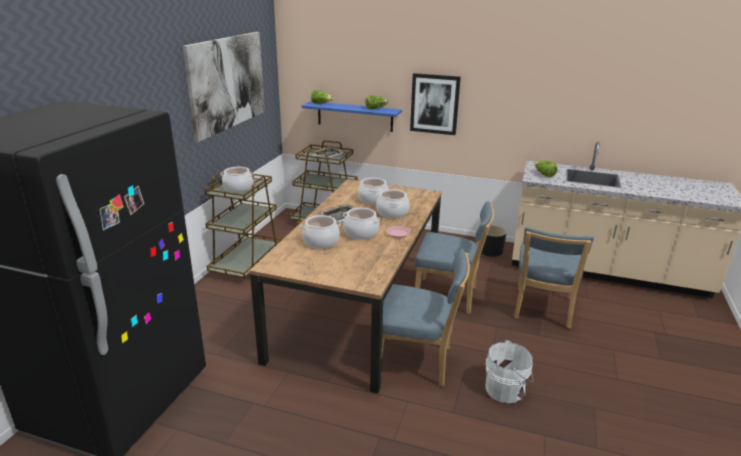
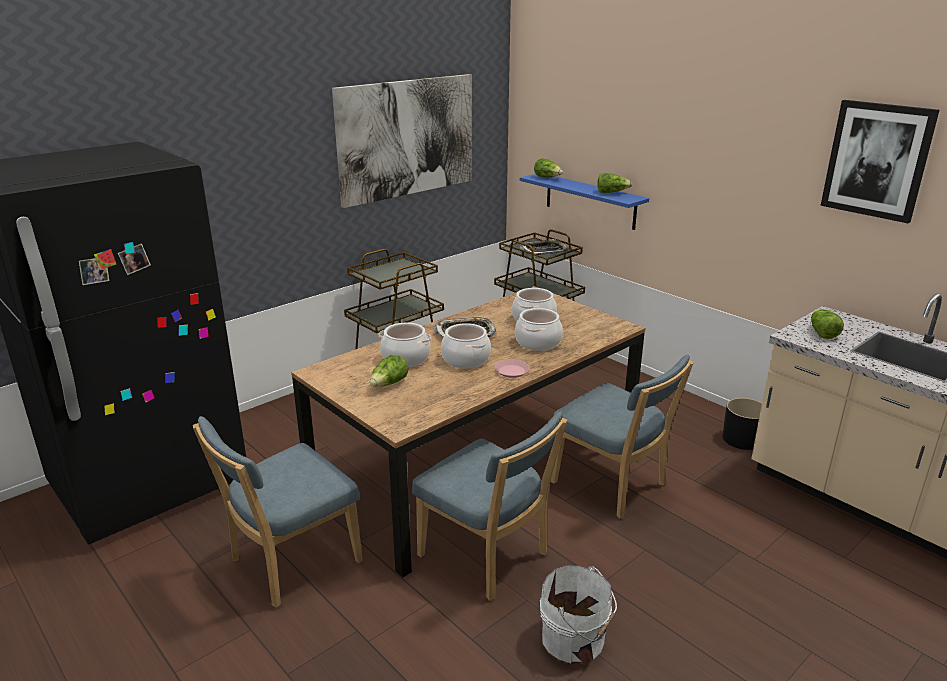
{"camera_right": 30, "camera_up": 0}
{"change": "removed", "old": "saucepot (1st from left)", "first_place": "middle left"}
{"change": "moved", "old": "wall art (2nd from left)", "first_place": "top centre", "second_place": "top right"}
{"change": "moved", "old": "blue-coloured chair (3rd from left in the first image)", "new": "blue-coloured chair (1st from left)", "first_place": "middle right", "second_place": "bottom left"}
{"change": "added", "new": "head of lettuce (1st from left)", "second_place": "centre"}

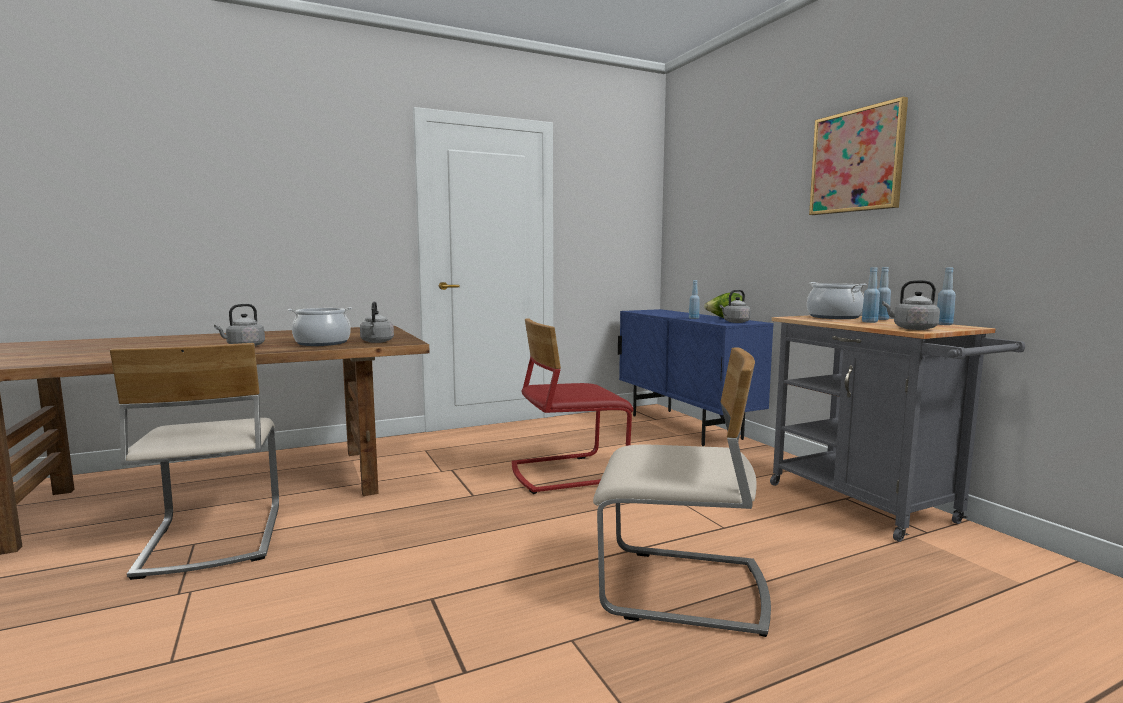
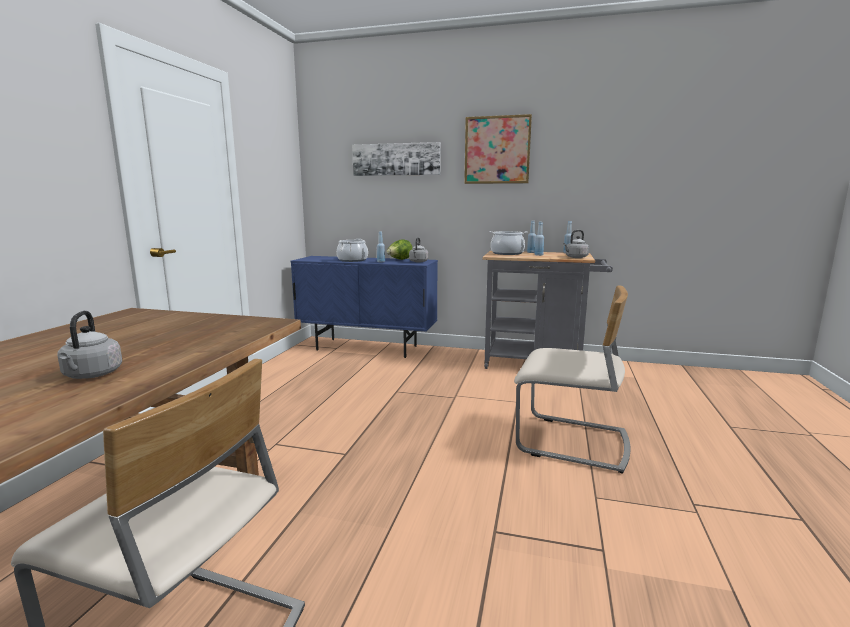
{"camera_right": -50, "camera_up": 5}
{"change": "moved", "old": "saucepot (1st from left)", "first_place": "middle left", "second_place": "centre"}
{"change": "removed", "old": "greyish water kettle (2nd from left)", "first_place": "centre"}
{"change": "removed", "old": "red chair", "first_place": "centre"}
{"change": "turned", "old": "beige chair (2nd from left)", "first_place": "bottom centre", "second_place": "middle right", "degrees": 60}
{"change": "added", "new": "wall art (1st from left)", "second_place": "top centre"}

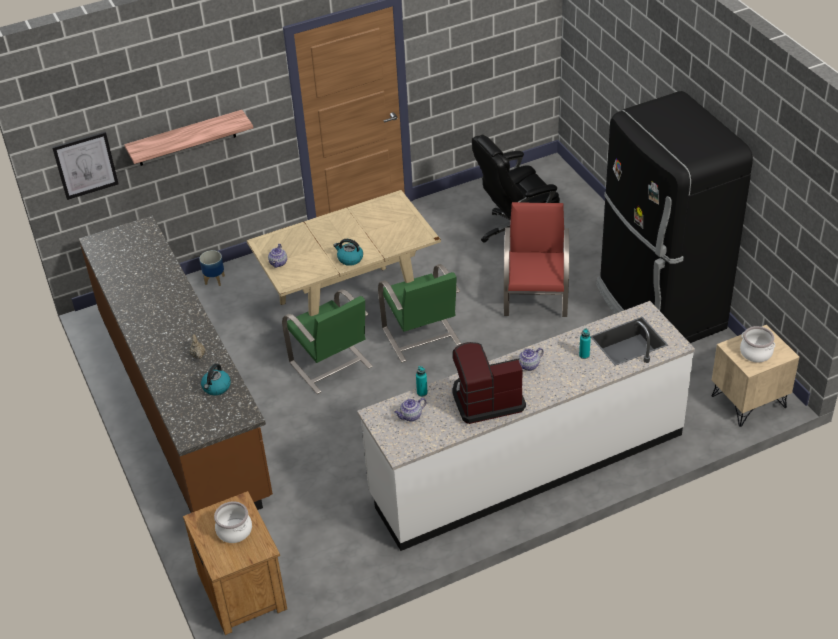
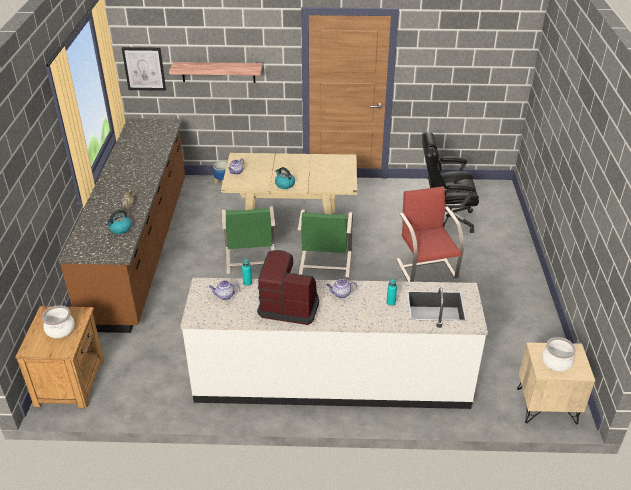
{"camera_right": 25, "camera_up": -5}
{"change": "turned", "old": "red chair", "first_place": "centre", "second_place": "middle right", "degrees": -45}
{"change": "removed", "old": "black refrigerator", "first_place": "middle right"}

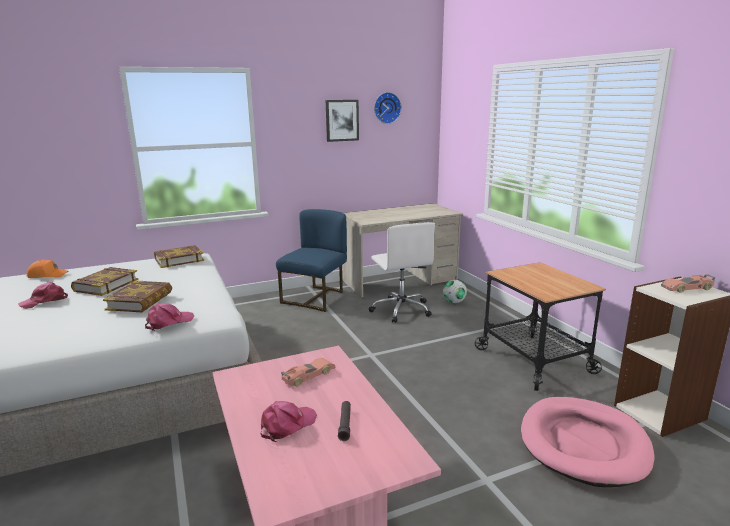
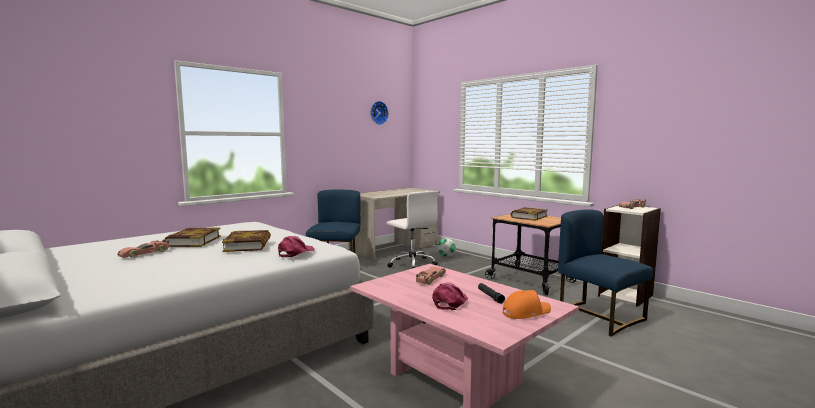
{"camera_right": -20, "camera_up": -10}
{"change": "replaced", "old": "pink baseball cap (1st from left)", "new": "miniature car (1st from left)", "first_place": "middle left", "second_place": "middle left"}
{"change": "moved", "old": "orange baseball cap", "first_place": "middle left", "second_place": "bottom centre"}
{"change": "moved", "old": "volume (3rd from left)", "first_place": "middle left", "second_place": "centre"}
{"change": "removed", "old": "wall art", "first_place": "top centre"}
{"change": "replaced", "old": "pink dog bed", "new": "blue-coloured chair (2nd from left)", "first_place": "bottom right", "second_place": "bottom right"}

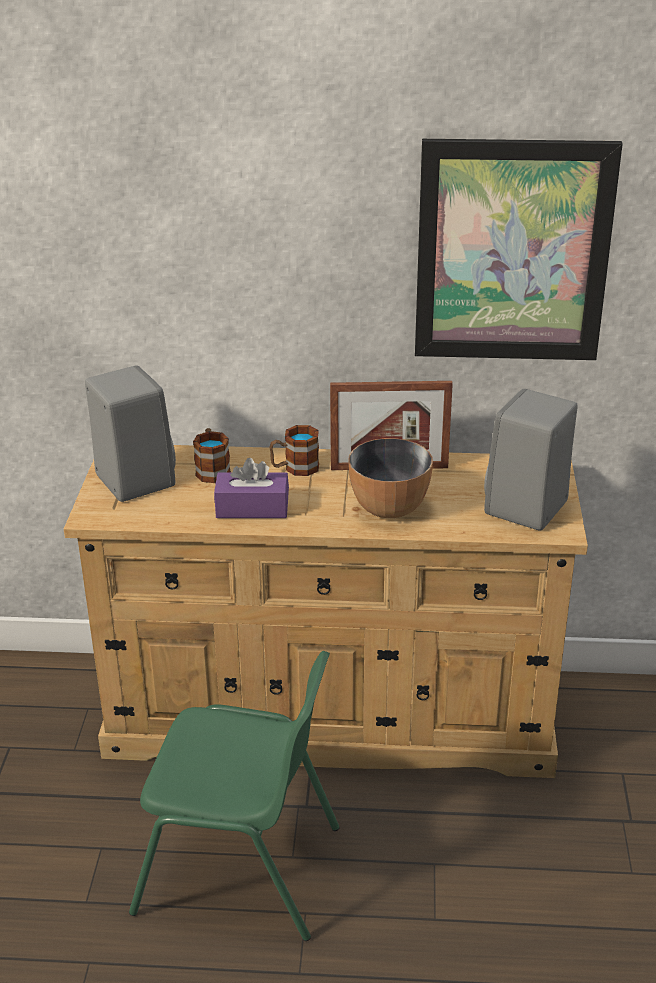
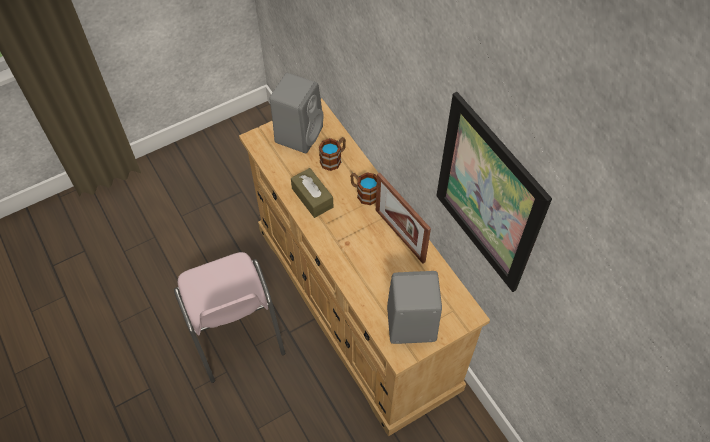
{"camera_right": 55, "camera_up": 25}
{"change": "recoloured", "old": "green chair", "new": "pink chair", "first_place": "bottom centre", "second_place": "bottom left"}
{"change": "recoloured", "old": "purple box of tissues", "new": "brownish box of tissues", "first_place": "centre", "second_place": "centre"}
{"change": "removed", "old": "deep dish", "first_place": "centre"}

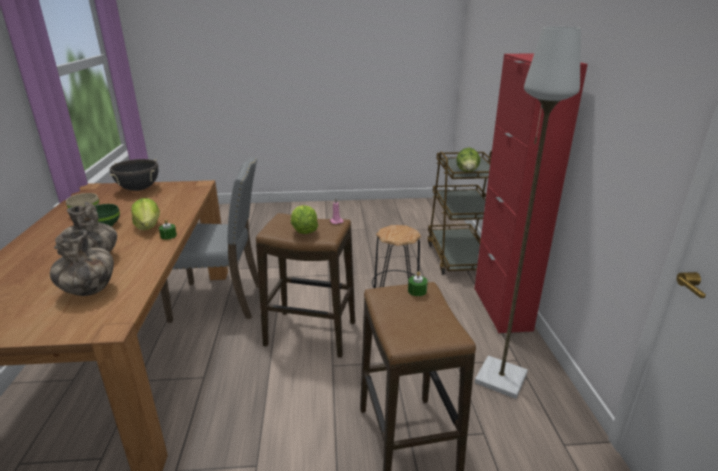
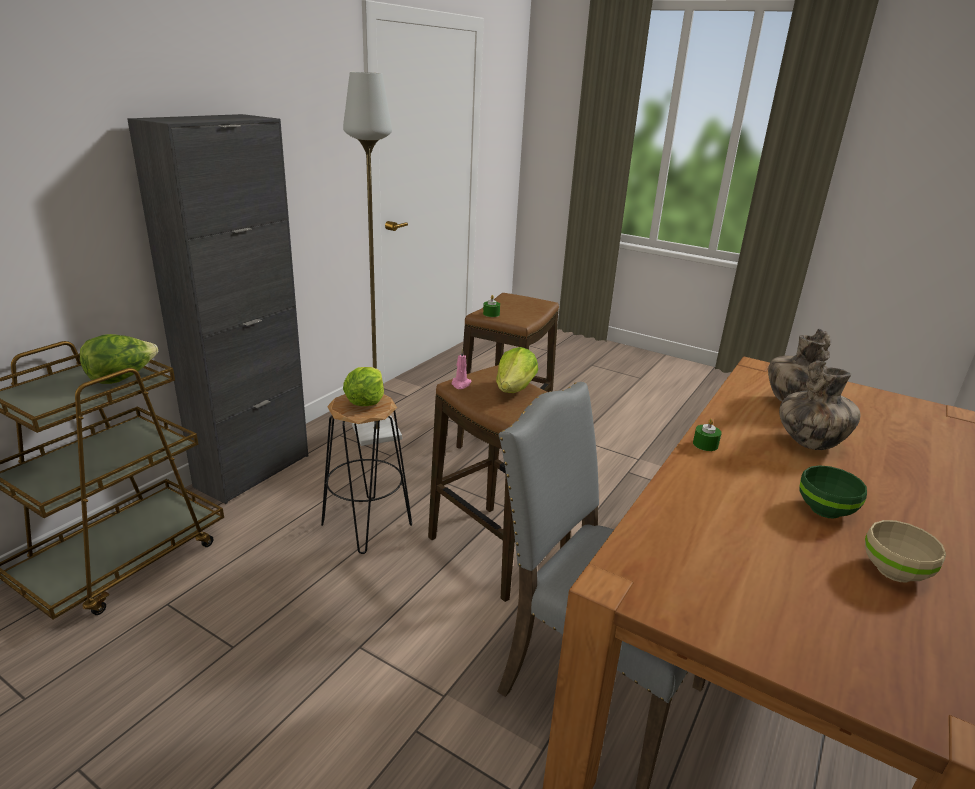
{"camera_right": -145, "camera_up": 0}
{"change": "removed", "old": "black saucepot", "first_place": "middle left"}
{"change": "moved", "old": "head of lettuce (1st from left in the first image)", "new": "head of lettuce (2nd from left)", "first_place": "middle left", "second_place": "centre"}
{"change": "recoloured", "old": "red cabinet", "new": "black cabinet", "first_place": "middle right", "second_place": "middle left"}

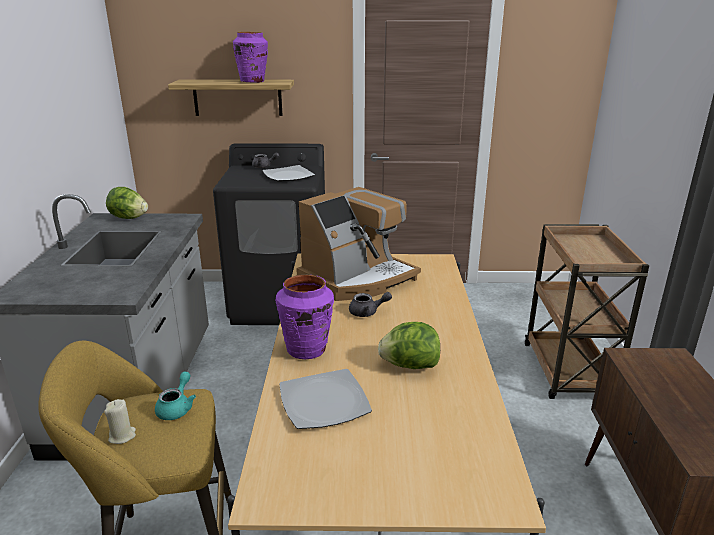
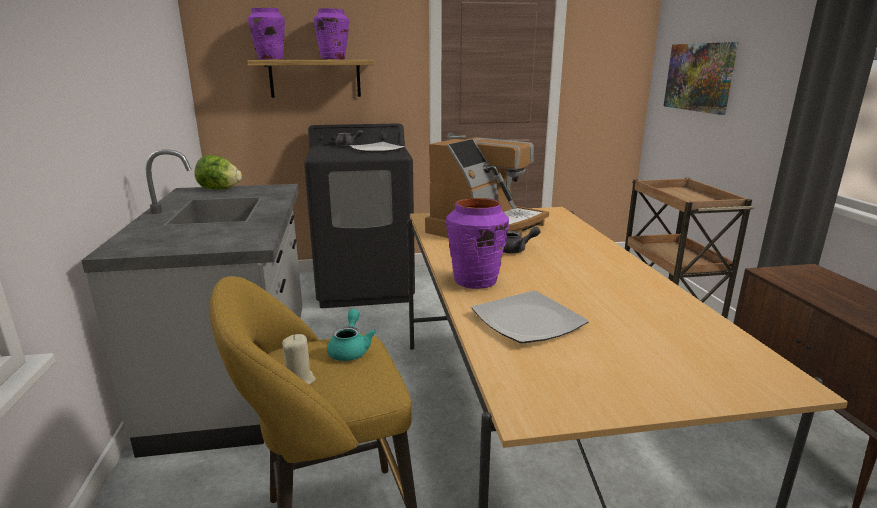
{"camera_right": -10, "camera_up": -5}
{"change": "removed", "old": "head of lettuce (2nd from left)", "first_place": "centre"}
{"change": "added", "new": "purple vase (1st from left)", "second_place": "top left"}
{"change": "added", "new": "wall art", "second_place": "top right"}

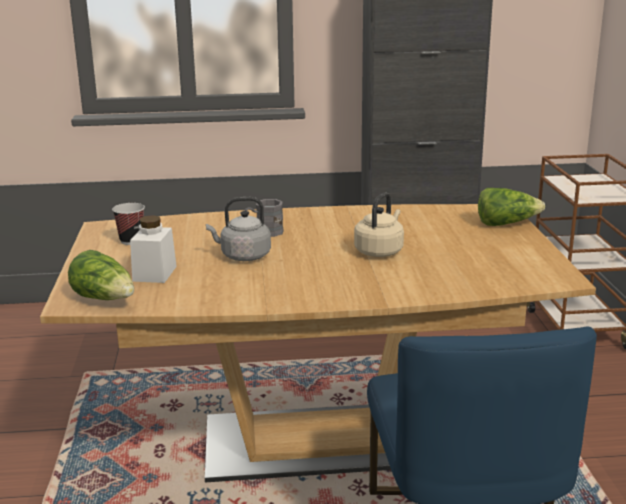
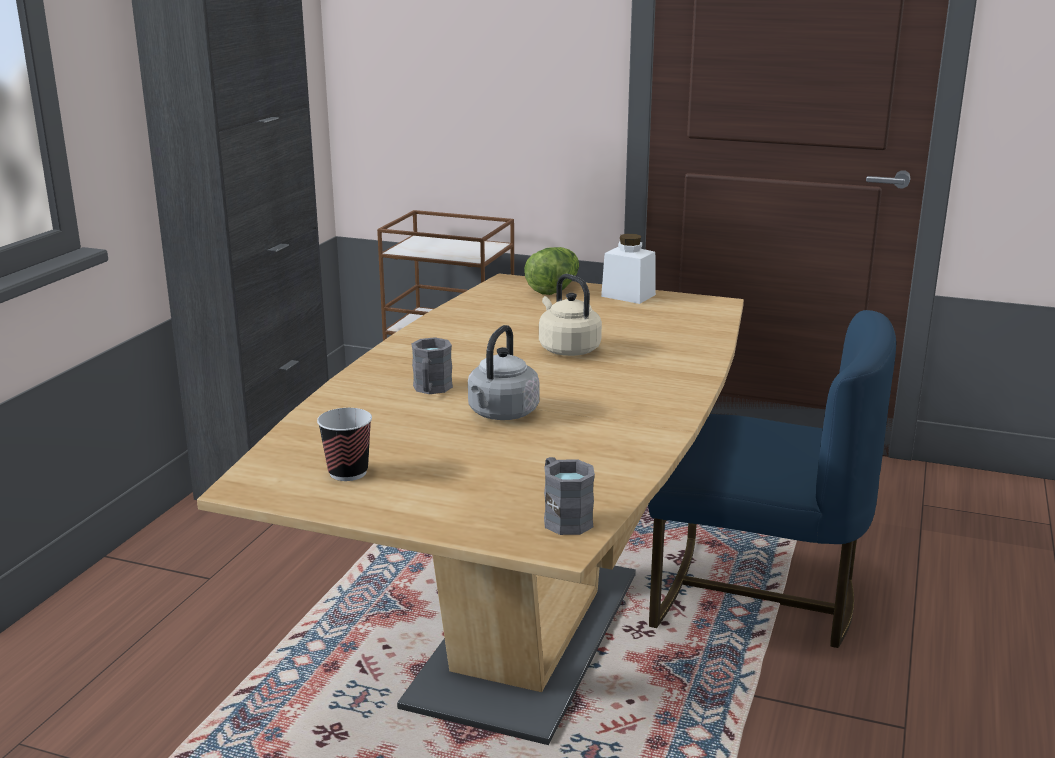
{"camera_right": -65, "camera_up": 0}
{"change": "replaced", "old": "head of lettuce (1st from left)", "new": "greyish coffee mug (2nd from left)", "first_place": "middle left", "second_place": "centre"}
{"change": "moved", "old": "white preserve jar", "first_place": "middle left", "second_place": "centre"}

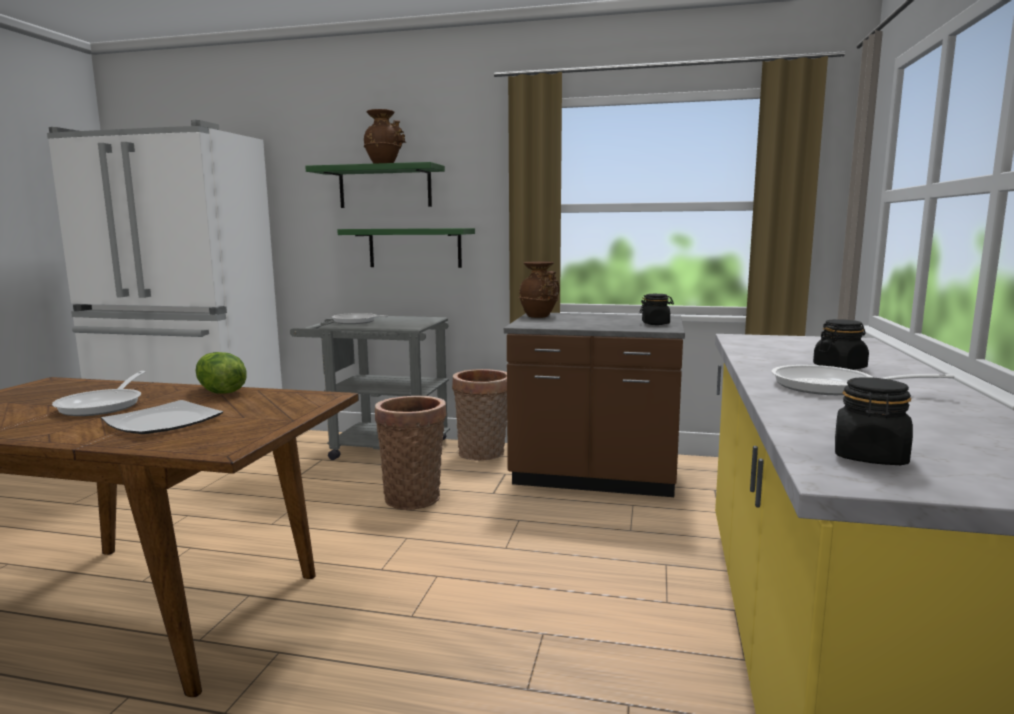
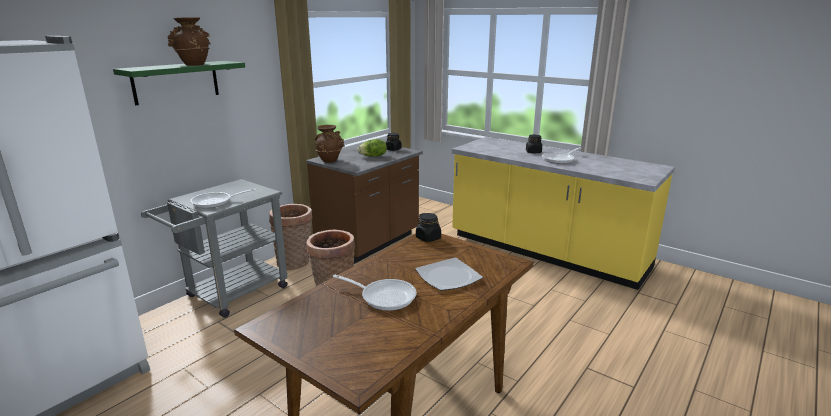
{"camera_right": -65, "camera_up": 10}
{"change": "moved", "old": "head of lettuce", "first_place": "middle left", "second_place": "centre"}
{"change": "removed", "old": "green shelf (2nd from left)", "first_place": "centre"}
{"change": "moved", "old": "black preserve jar (3rd from left in the first image)", "new": "black preserve jar (2nd from left)", "first_place": "middle right", "second_place": "centre"}

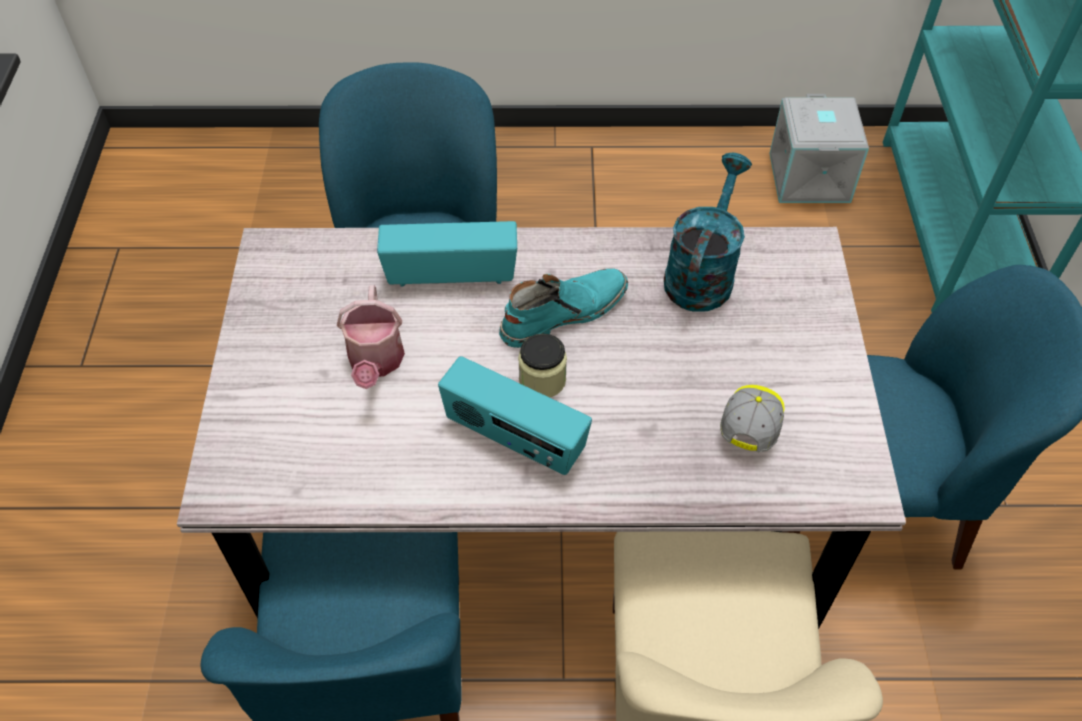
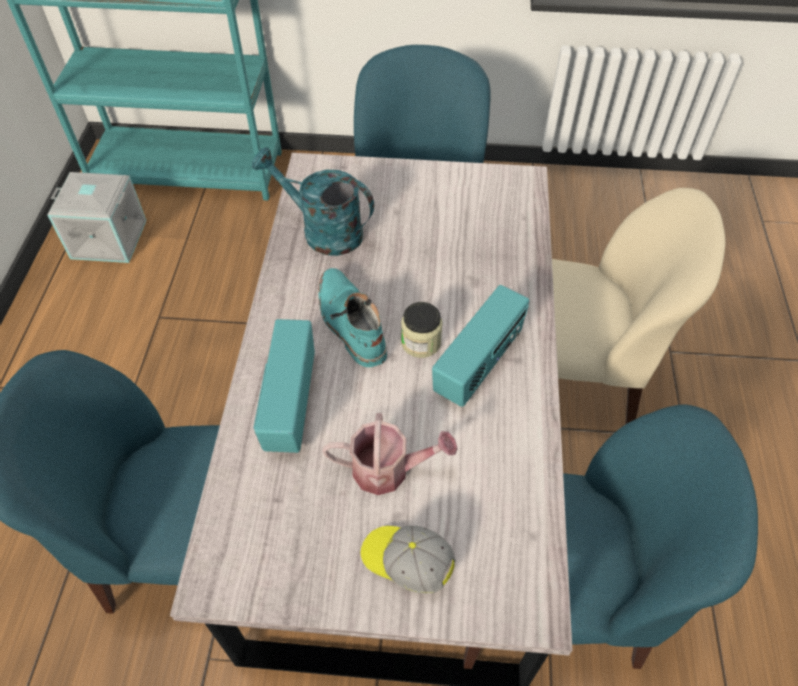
{"camera_right": -85, "camera_up": 0}
{"change": "moved", "old": "baseball cap", "first_place": "middle right", "second_place": "bottom centre"}

